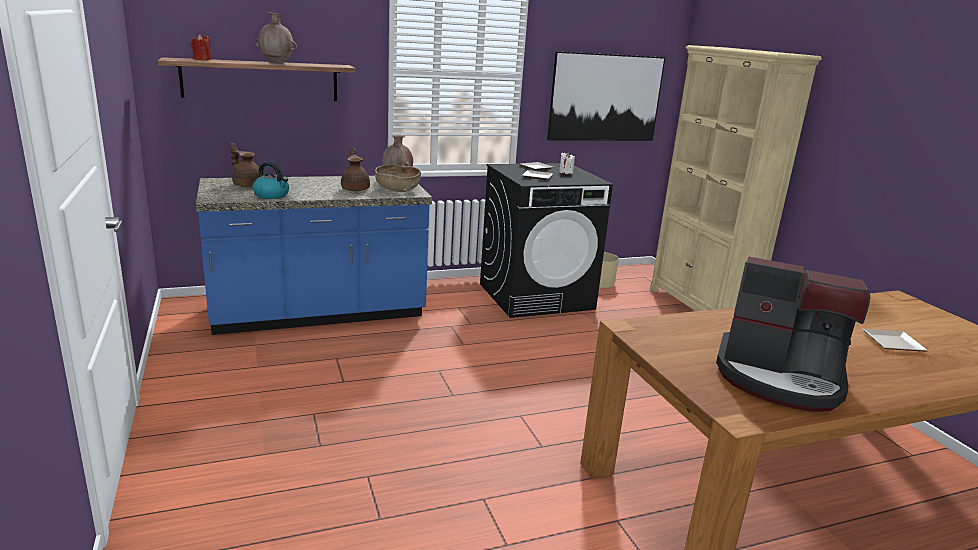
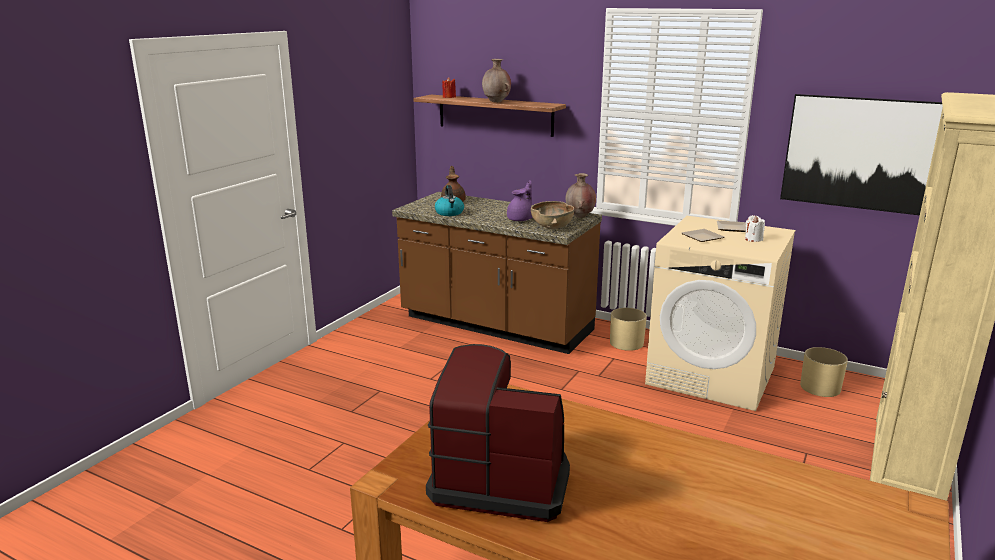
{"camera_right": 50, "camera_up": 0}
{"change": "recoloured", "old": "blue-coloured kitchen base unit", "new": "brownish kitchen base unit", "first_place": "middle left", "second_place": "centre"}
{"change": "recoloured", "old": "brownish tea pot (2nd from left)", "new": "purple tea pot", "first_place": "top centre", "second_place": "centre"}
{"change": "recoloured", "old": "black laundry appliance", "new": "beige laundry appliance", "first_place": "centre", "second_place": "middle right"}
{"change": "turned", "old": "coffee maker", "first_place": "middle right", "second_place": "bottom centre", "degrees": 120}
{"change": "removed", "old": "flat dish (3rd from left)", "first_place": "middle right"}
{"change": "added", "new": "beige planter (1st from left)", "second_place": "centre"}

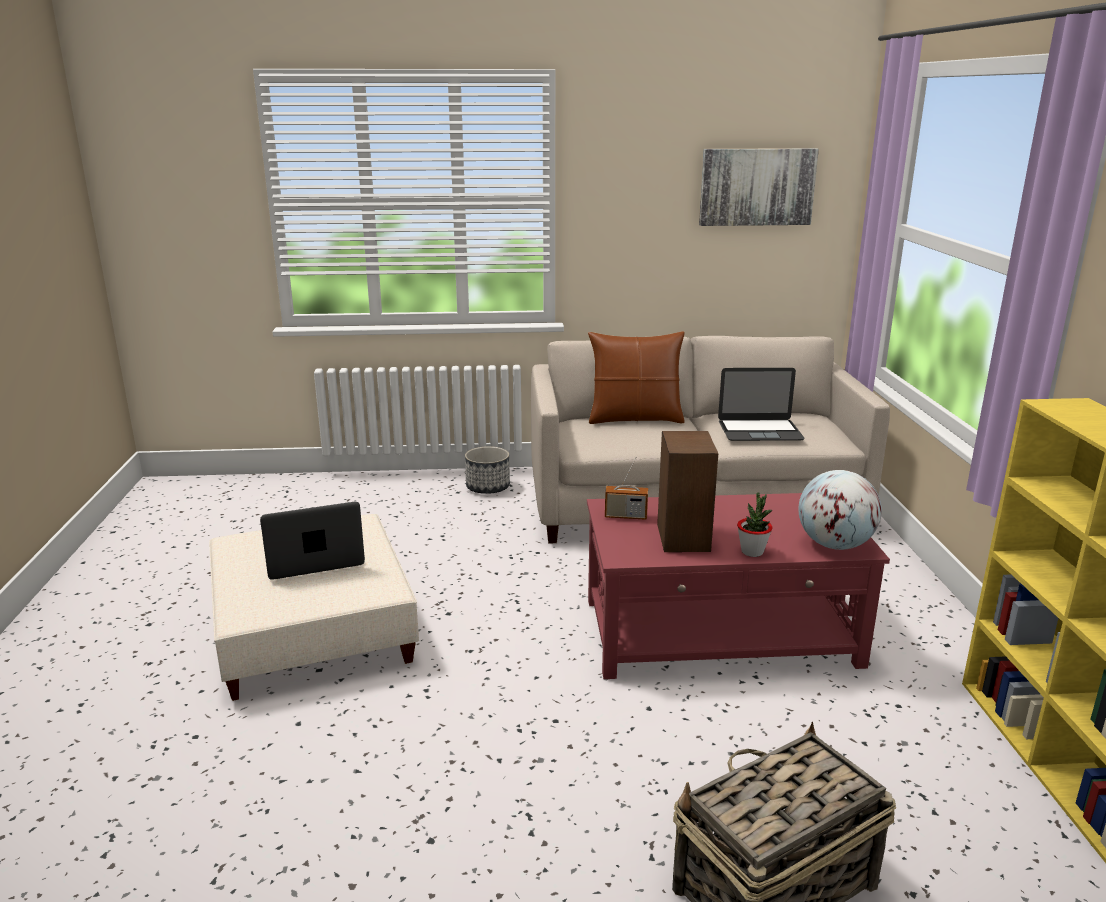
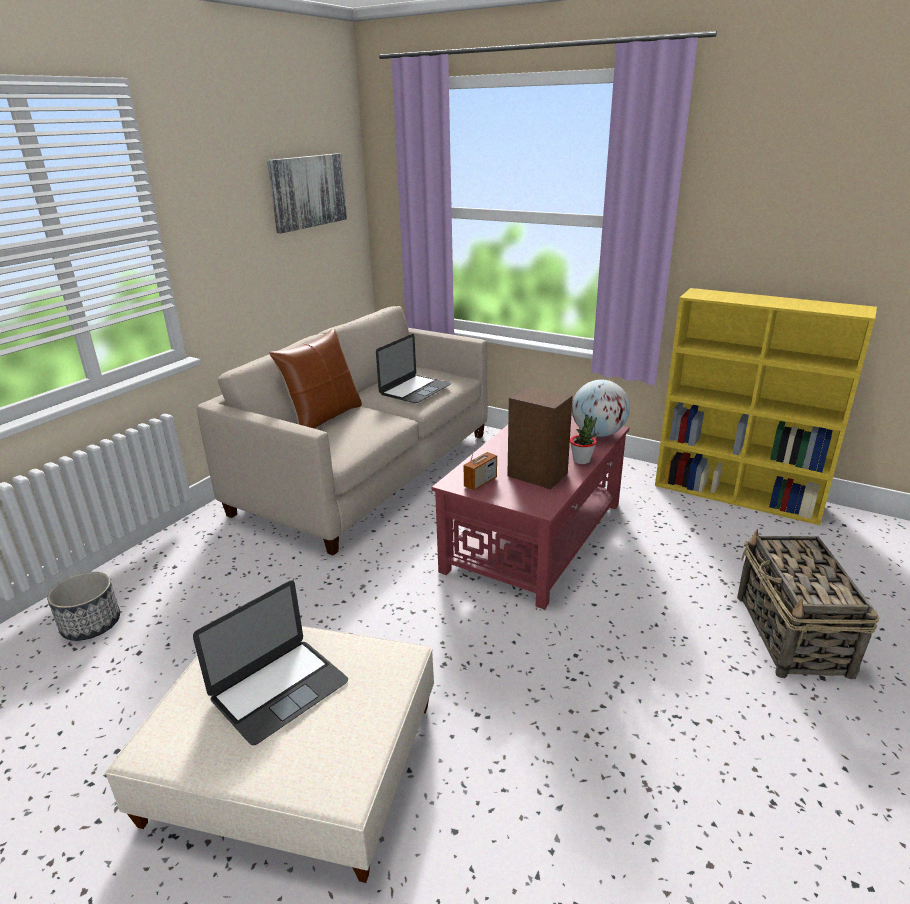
{"camera_right": -55, "camera_up": 5}
{"change": "turned", "old": "notebook computer (1st from left)", "first_place": "middle left", "second_place": "bottom left", "degrees": -150}
{"change": "moved", "old": "planter", "first_place": "centre", "second_place": "bottom left"}

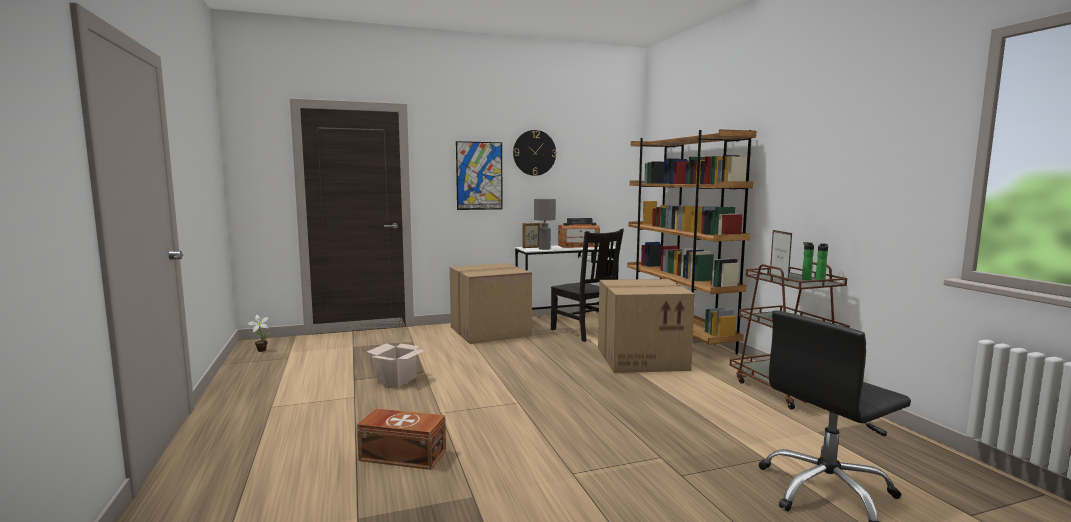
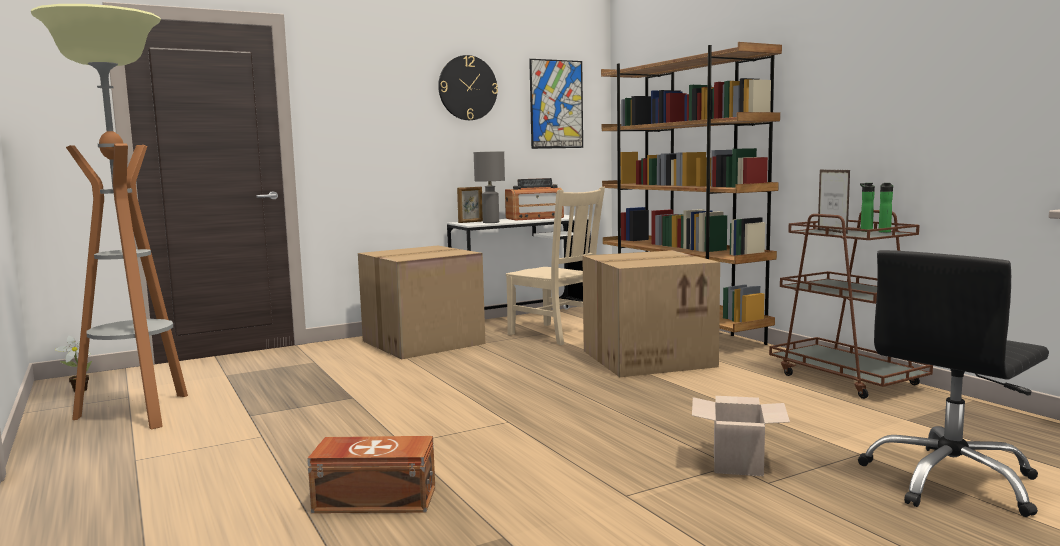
{"camera_right": -10, "camera_up": 0}
{"change": "moved", "old": "packing box (1st from left in the first image)", "new": "packing box (3rd from left)", "first_place": "bottom centre", "second_place": "bottom right"}
{"change": "moved", "old": "wall art", "first_place": "centre", "second_place": "top centre"}
{"change": "recoloured", "old": "black chair", "new": "beige chair", "first_place": "centre", "second_place": "centre"}
{"change": "added", "new": "floor lamp", "second_place": "middle left"}

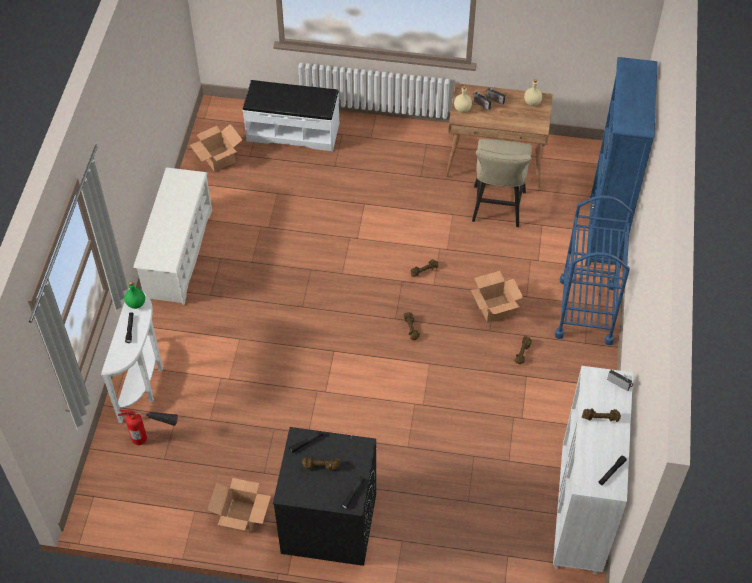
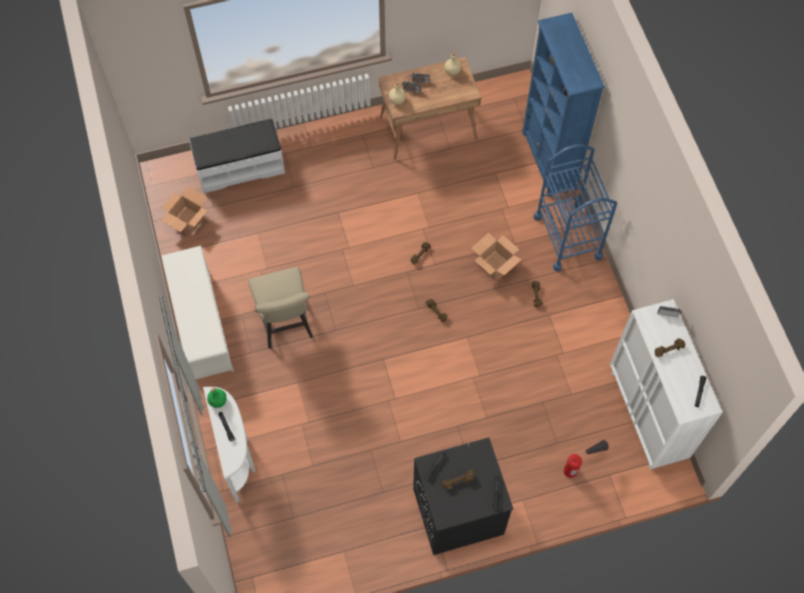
{"camera_right": -25, "camera_up": 10}
{"change": "moved", "old": "fire-fighting cylinder", "first_place": "bottom left", "second_place": "bottom right"}
{"change": "removed", "old": "packing box (2nd from left)", "first_place": "bottom left"}
{"change": "moved", "old": "beige stool seat", "first_place": "top right", "second_place": "centre"}

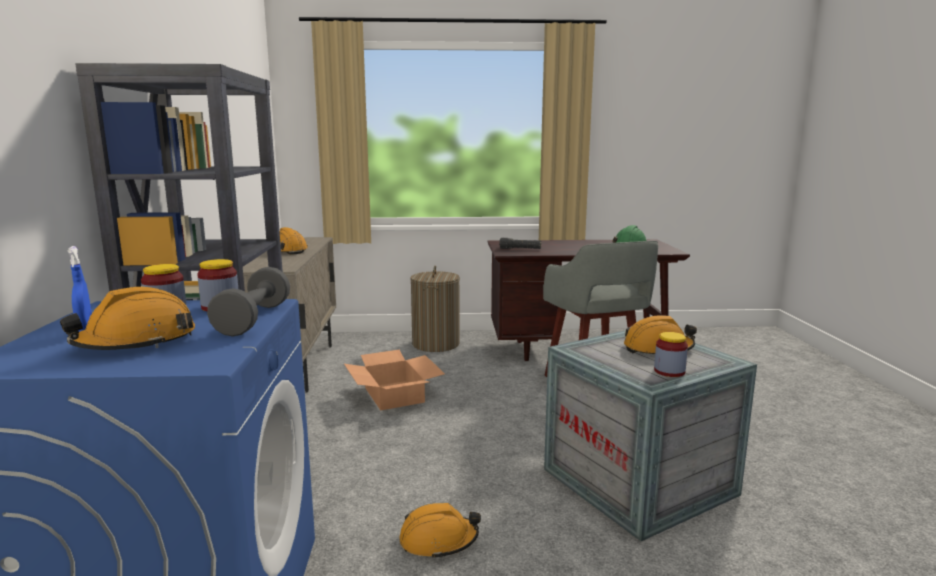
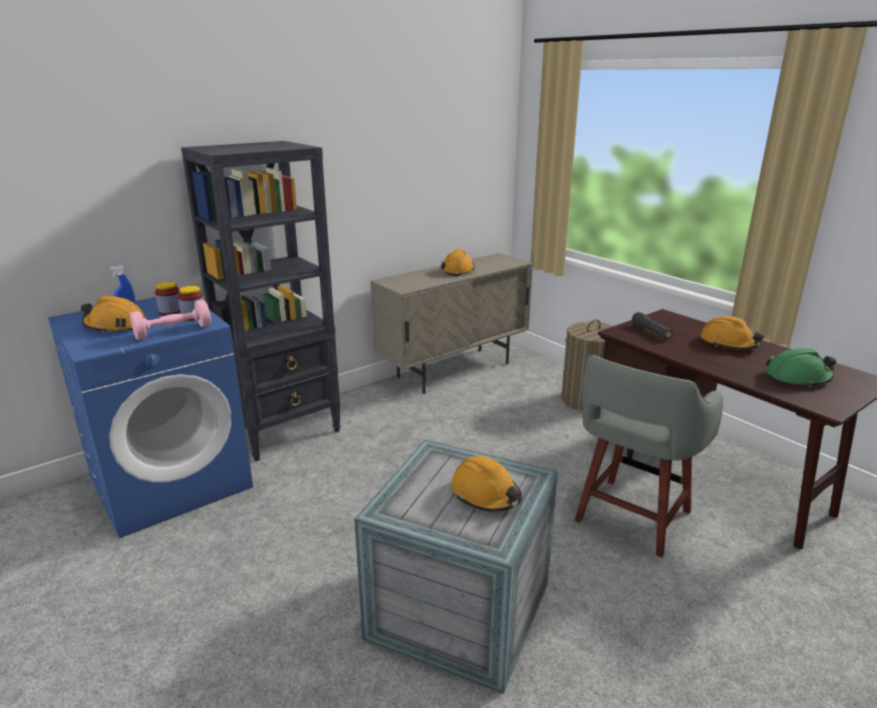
{"camera_right": 55, "camera_up": 10}
{"change": "recoloured", "old": "greyish dumbbell", "new": "pink dumbbell", "first_place": "middle left", "second_place": "middle left"}
{"change": "removed", "old": "packing box", "first_place": "centre"}
{"change": "moved", "old": "orange hard hat (3rd from left in the first image)", "new": "orange hard hat (4th from left)", "first_place": "bottom centre", "second_place": "middle right"}
{"change": "removed", "old": "preserve jar (3rd from left)", "first_place": "middle right"}

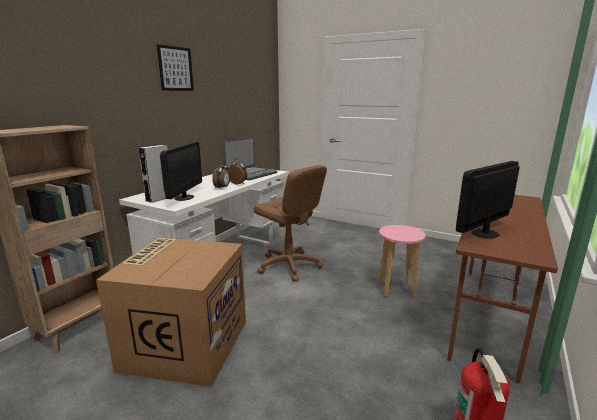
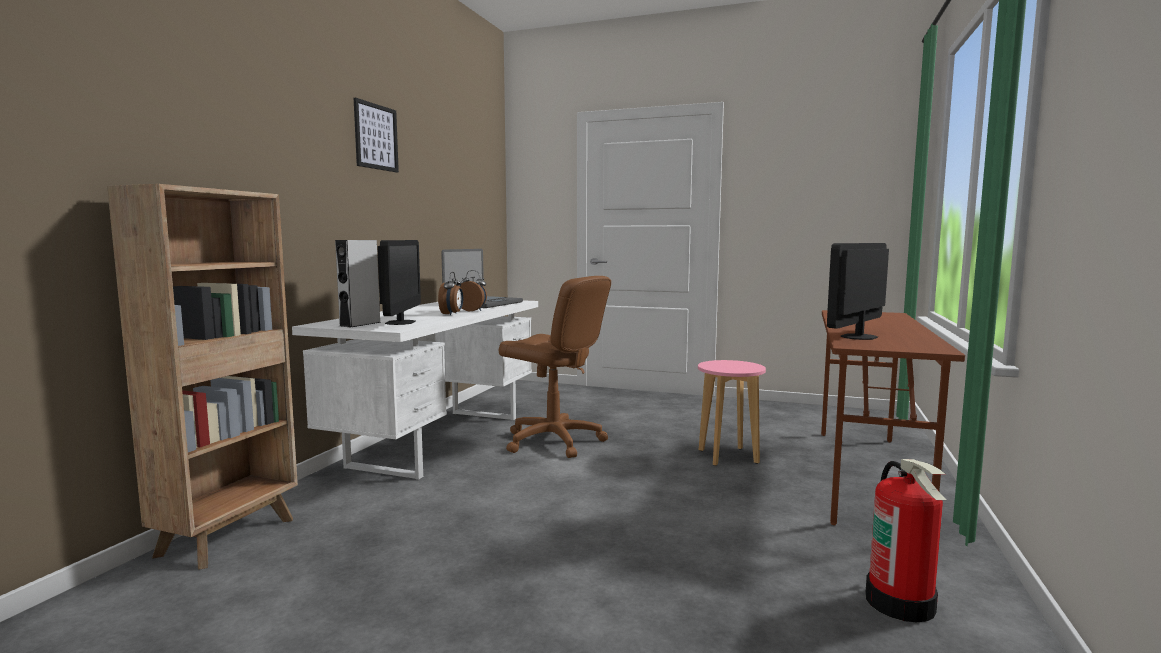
{"camera_right": -10, "camera_up": -10}
{"change": "removed", "old": "packing box", "first_place": "bottom left"}

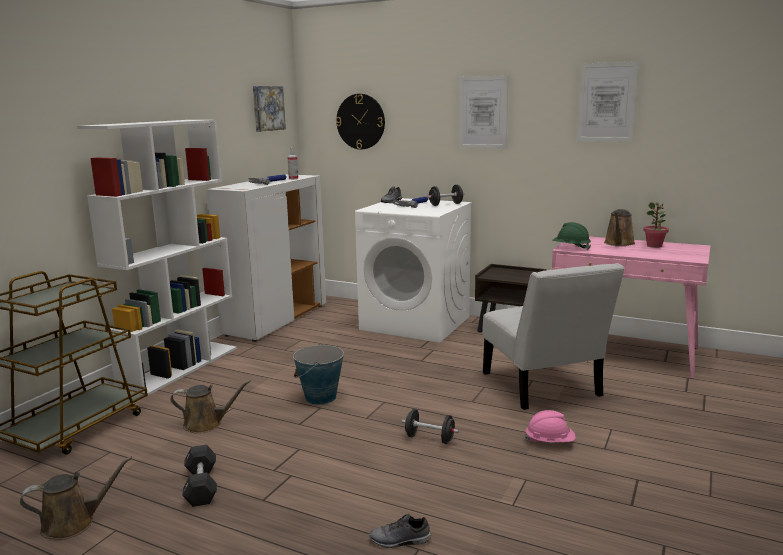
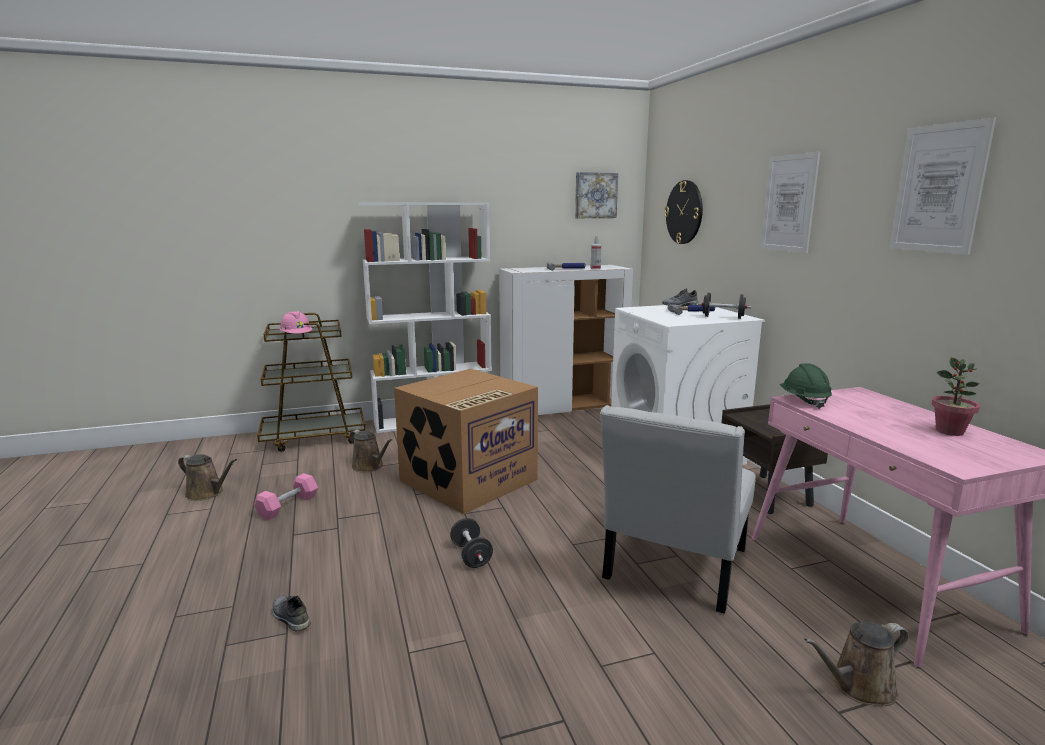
{"camera_right": 45, "camera_up": 0}
{"change": "recoloured", "old": "black dumbbell (1st from left)", "new": "pink dumbbell", "first_place": "bottom left", "second_place": "middle left"}
{"change": "replaced", "old": "pail", "new": "packing box", "first_place": "bottom centre", "second_place": "centre"}
{"change": "moved", "old": "pink hard hat", "first_place": "bottom right", "second_place": "middle left"}
{"change": "moved", "old": "brownish sprinkling can (3rd from left)", "first_place": "middle right", "second_place": "bottom right"}

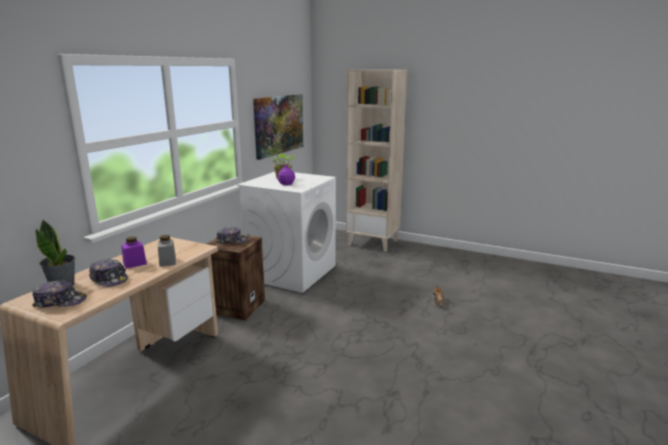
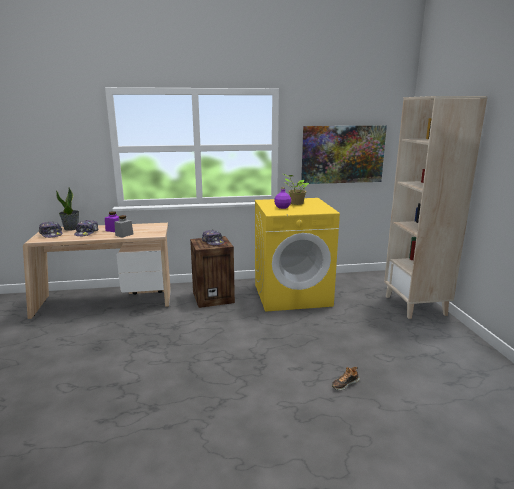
{"camera_right": 55, "camera_up": 0}
{"change": "recoloured", "old": "white laundry appliance", "new": "yellowish laundry appliance", "first_place": "centre", "second_place": "centre"}

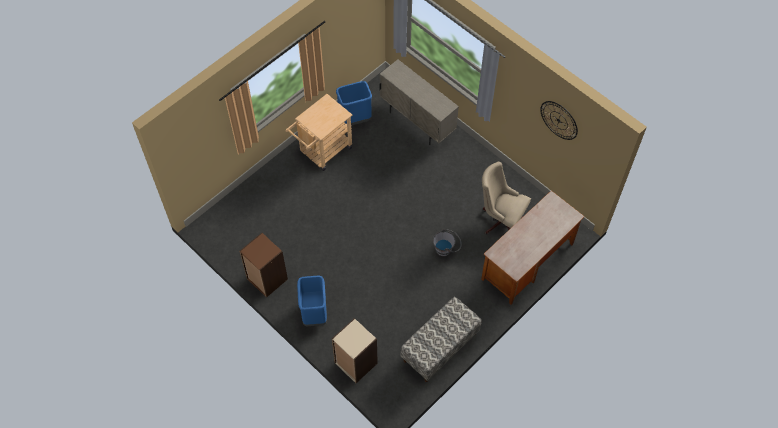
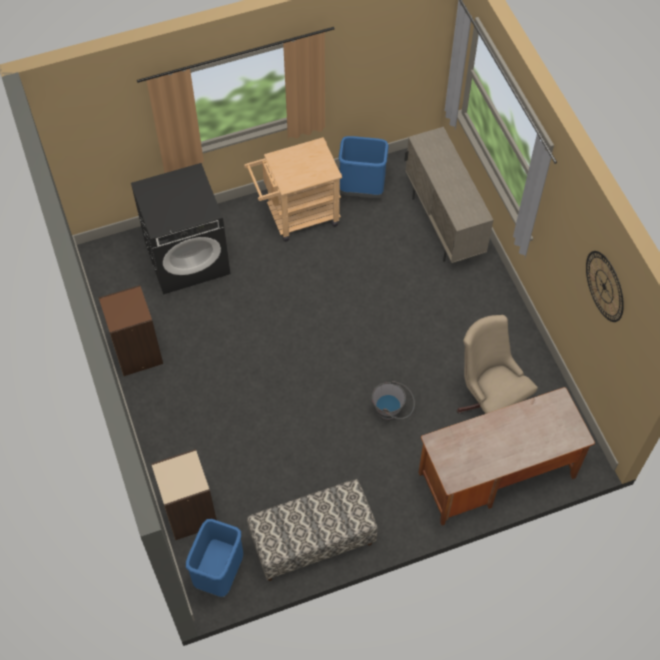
{"camera_right": 25, "camera_up": 0}
{"change": "moved", "old": "blue-coloured rubbish bin (1st from left)", "first_place": "bottom centre", "second_place": "bottom left"}
{"change": "added", "new": "black laundry appliance", "second_place": "middle left"}

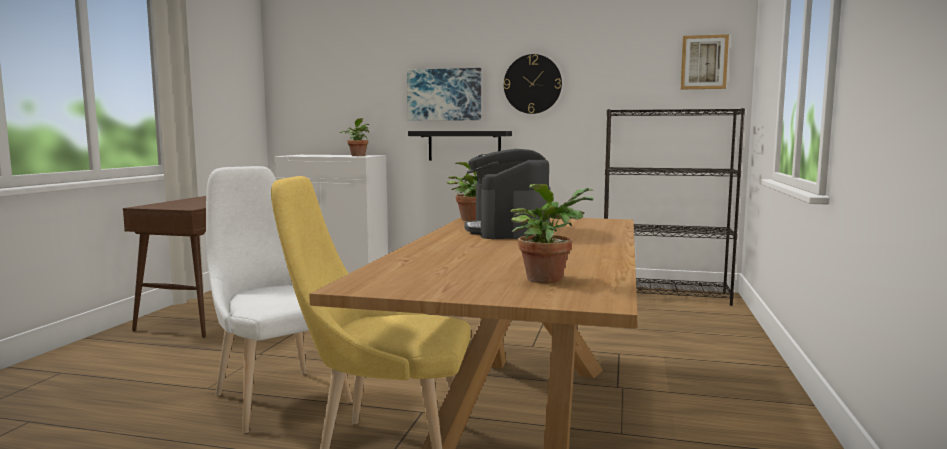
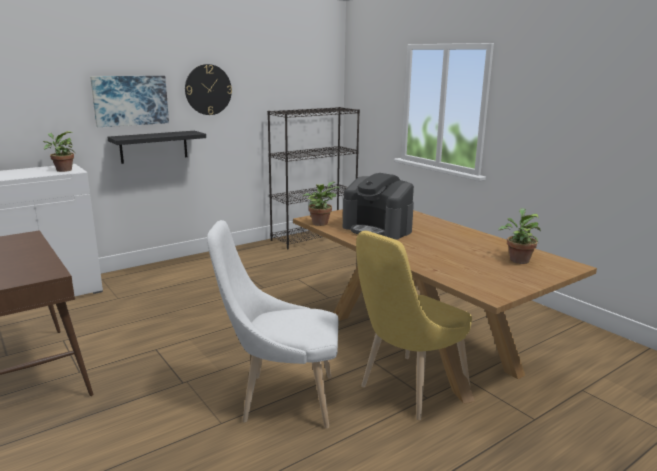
{"camera_right": -50, "camera_up": 10}
{"change": "removed", "old": "wall art (2nd from left)", "first_place": "top right"}

